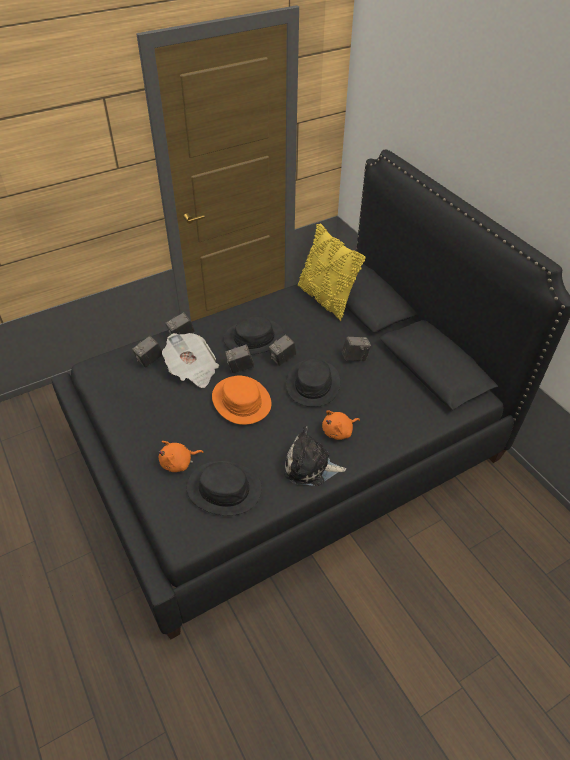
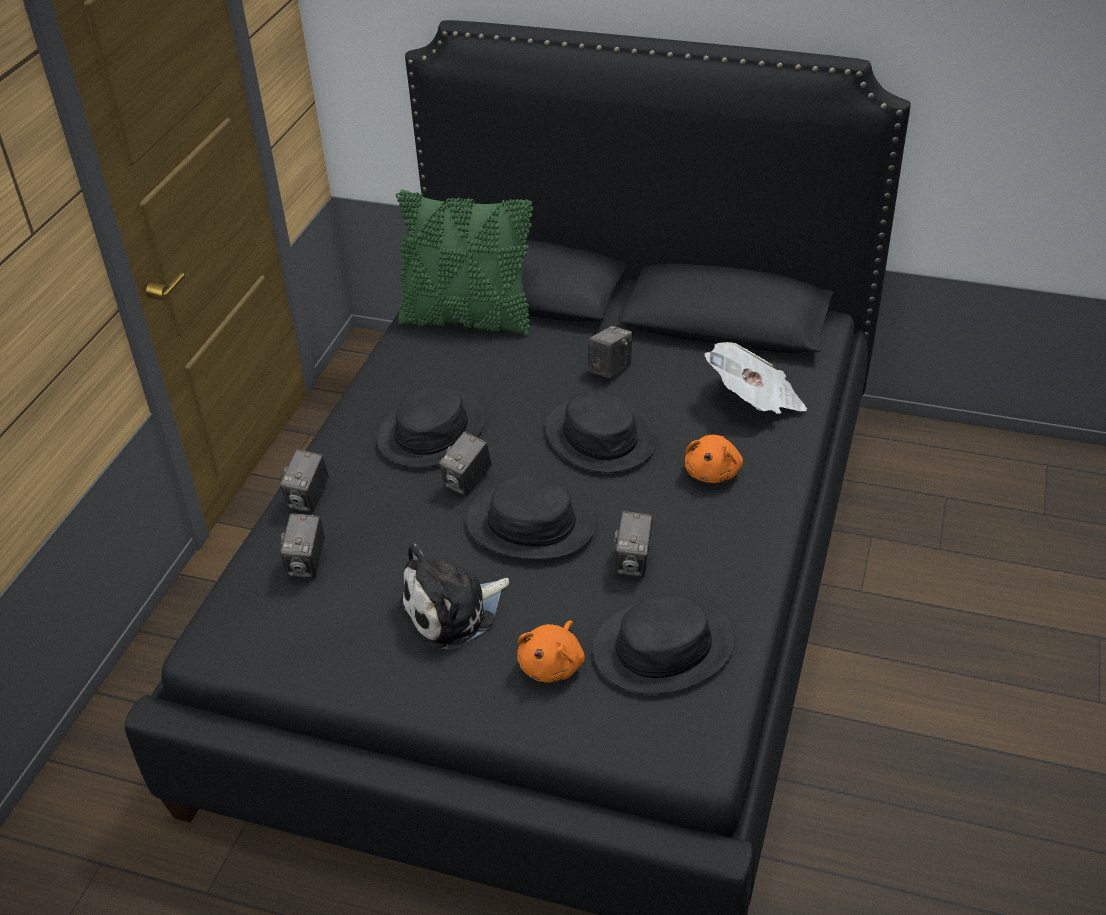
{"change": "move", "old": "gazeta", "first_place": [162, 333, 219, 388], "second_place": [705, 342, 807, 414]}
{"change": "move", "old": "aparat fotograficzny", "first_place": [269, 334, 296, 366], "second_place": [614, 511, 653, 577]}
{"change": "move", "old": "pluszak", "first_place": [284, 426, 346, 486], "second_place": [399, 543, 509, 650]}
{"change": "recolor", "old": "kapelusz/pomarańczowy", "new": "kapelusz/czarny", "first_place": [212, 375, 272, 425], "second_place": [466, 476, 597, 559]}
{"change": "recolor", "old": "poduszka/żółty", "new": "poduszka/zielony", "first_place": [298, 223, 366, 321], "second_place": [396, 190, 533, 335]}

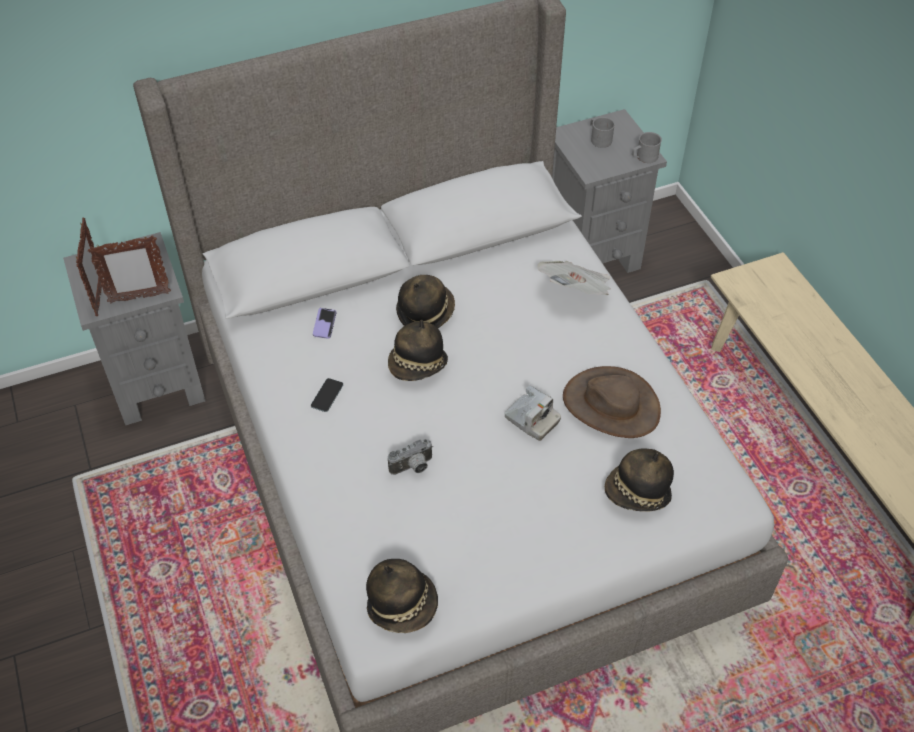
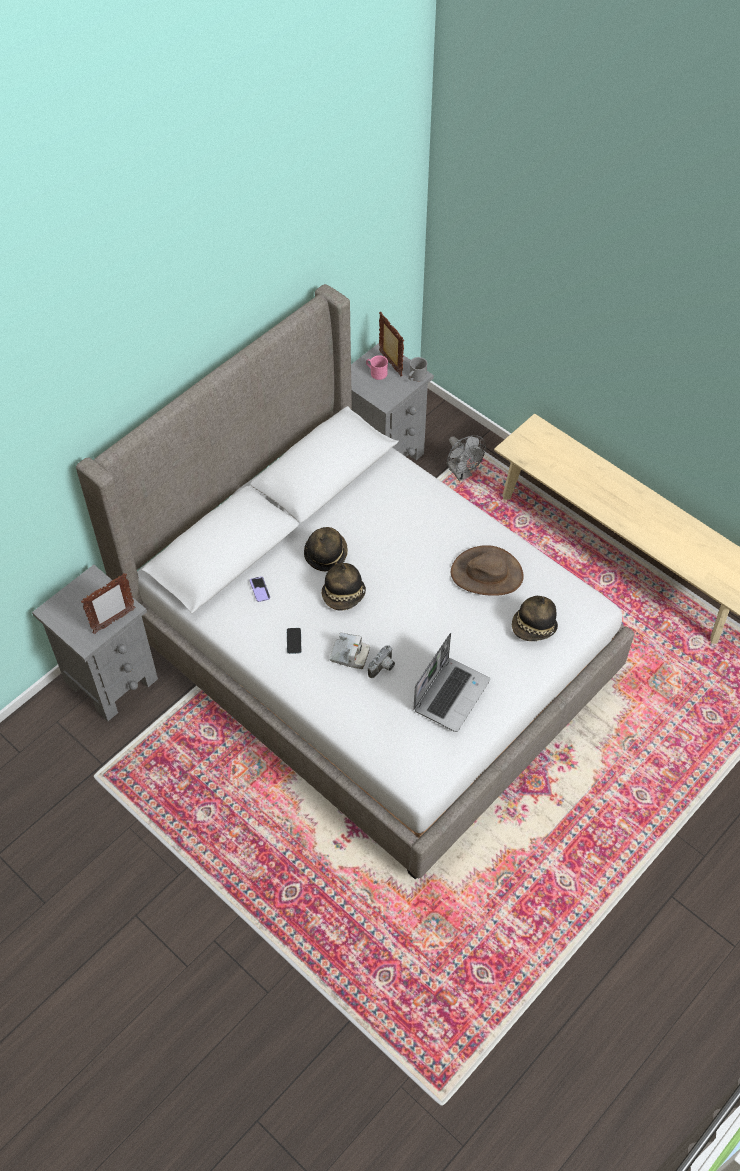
{"change": "delete", "old": "kapelusz", "first_place": [366, 559, 438, 633]}
{"change": "delete", "old": "gazeta", "first_place": [538, 261, 611, 295]}
{"change": "insert", "new": "laptop", "second_place": [413, 633, 490, 732]}
{"change": "insert", "new": "wentylator/szary", "second_place": [446, 435, 486, 481]}
{"change": "move", "old": "ramka na zdjęcie", "first_place": [76, 217, 102, 316], "second_place": [379, 312, 404, 376]}
{"change": "move", "old": "aparat fotograficzny", "first_place": [504, 385, 561, 441], "second_place": [330, 632, 370, 669]}
{"change": "recolor", "old": "kubek/szary", "new": "kubek/różowy", "first_place": [590, 117, 615, 148], "second_place": [366, 355, 388, 380]}

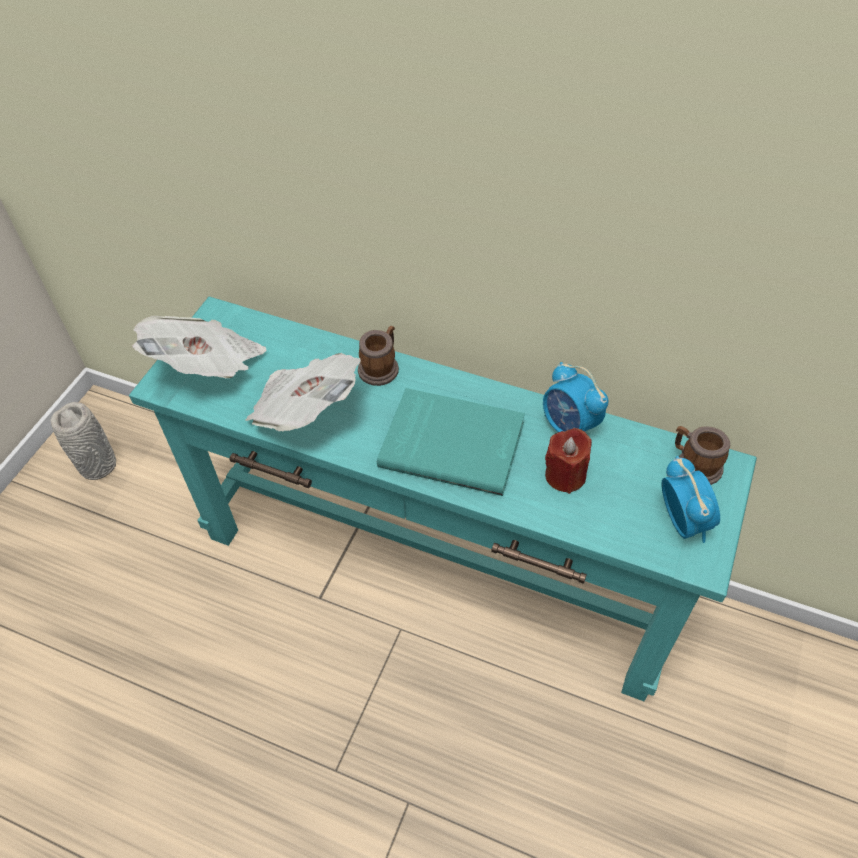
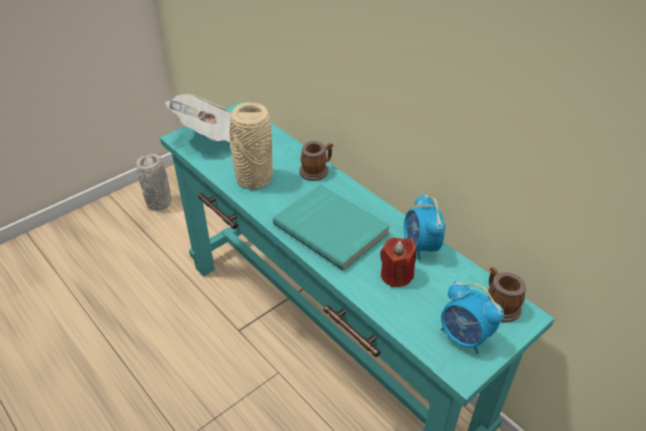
{"change": "replace", "old": "gazeta", "new": "wazon/beżowy", "first_place": [246, 353, 361, 431], "second_place": [230, 102, 273, 189]}
{"change": "rotate", "old": "budzik", "first_place": [662, 456, 720, 543], "second_place": [441, 281, 504, 354], "degrees": 120}

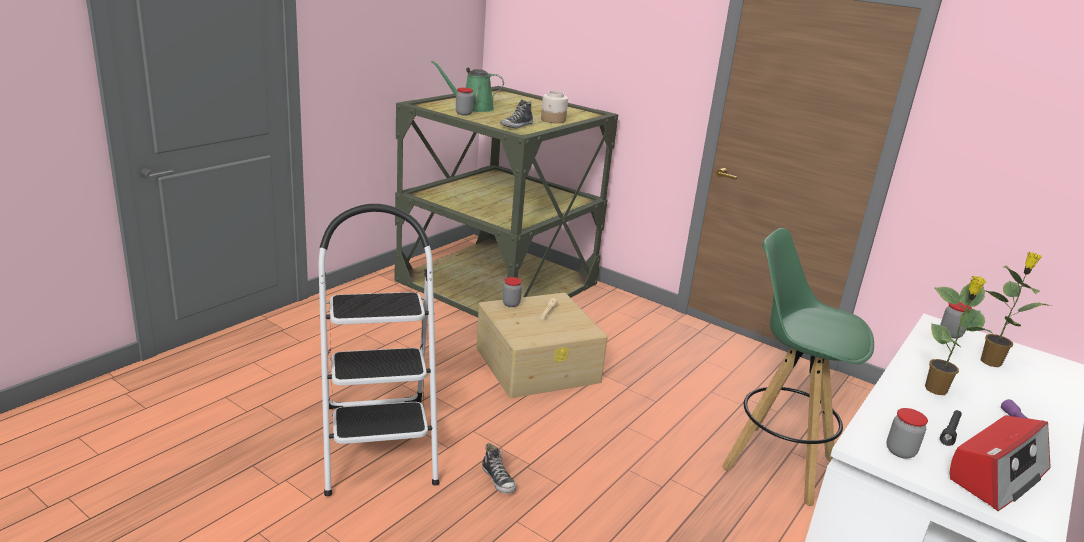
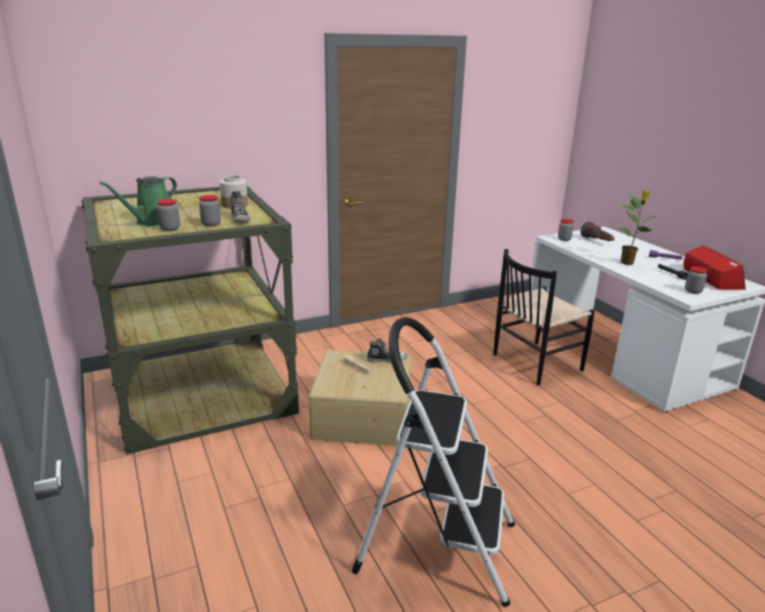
{"change": "move", "old": "but", "first_place": [482, 443, 516, 494], "second_place": [367, 339, 408, 363]}
{"change": "move", "old": "słoik", "first_place": [503, 277, 522, 307], "second_place": [199, 195, 221, 226]}
{"change": "replace", "old": "stołek/zielony", "new": "krzesło/czarny", "first_place": [722, 228, 874, 506], "second_place": [493, 249, 595, 385]}
{"change": "replace", "old": "roślina doniczkowa", "new": "latarka", "first_place": [981, 252, 1052, 367], "second_place": [581, 221, 615, 241]}

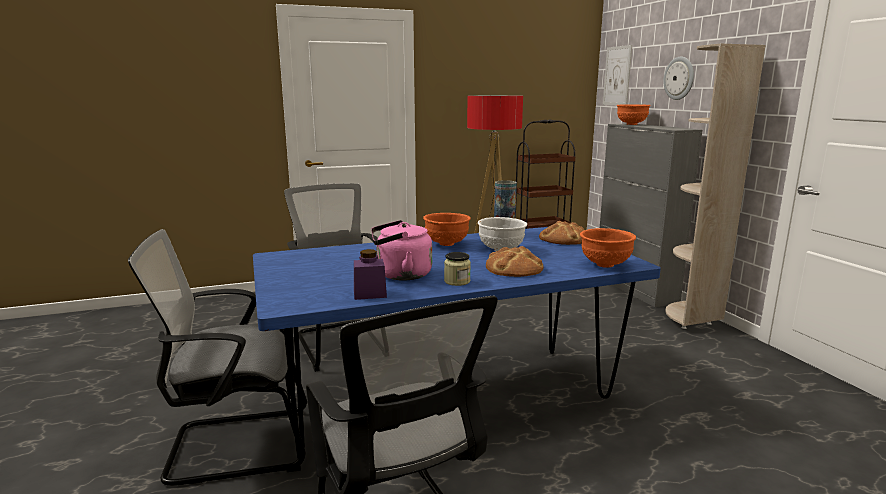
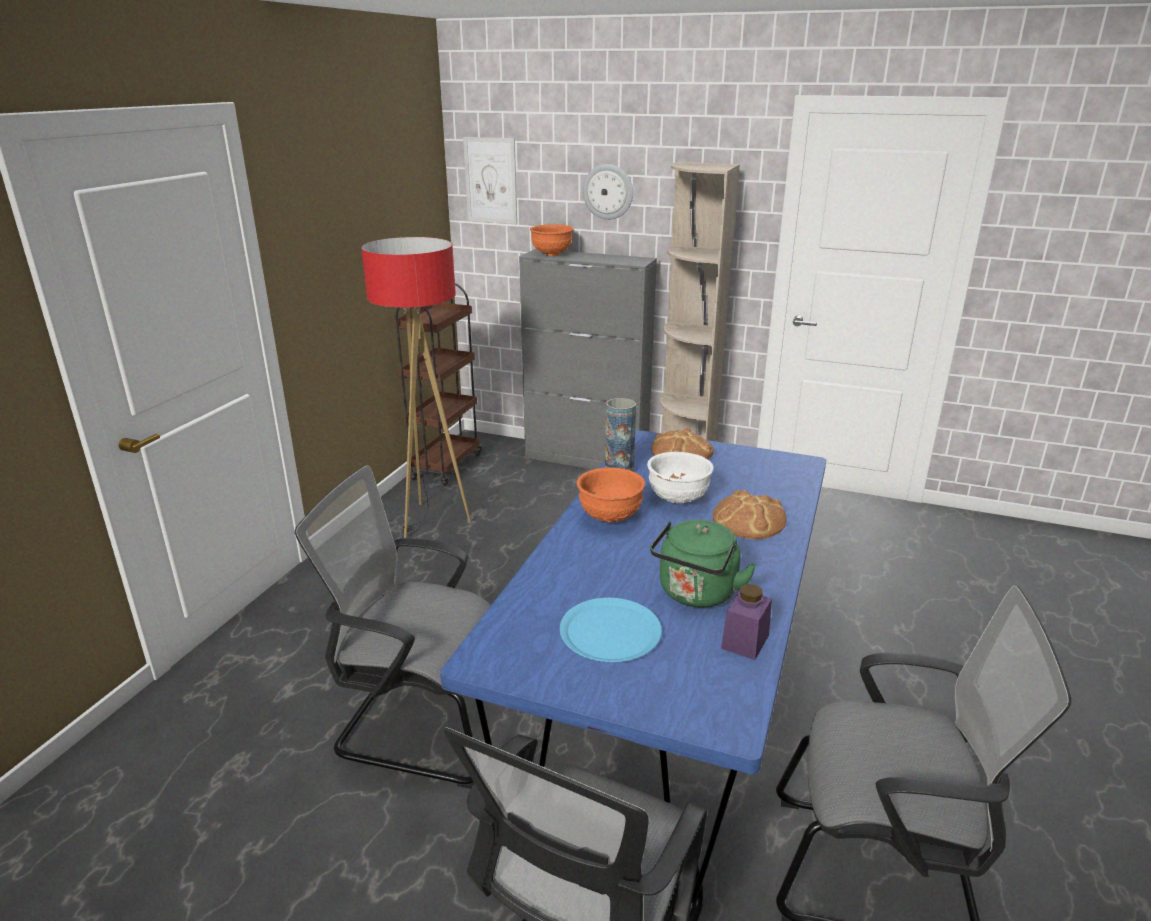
{"change": "delete", "old": "słoik", "first_place": [444, 252, 471, 286]}
{"change": "delete", "old": "miska/pomarańczowy", "first_place": [580, 228, 636, 268]}
{"change": "insert", "new": "talerz/niebieski", "second_place": [560, 598, 662, 662]}
{"change": "recolor", "old": "czajnik/różowy", "new": "czajnik/zielony", "first_place": [371, 220, 432, 280], "second_place": [650, 520, 756, 607]}

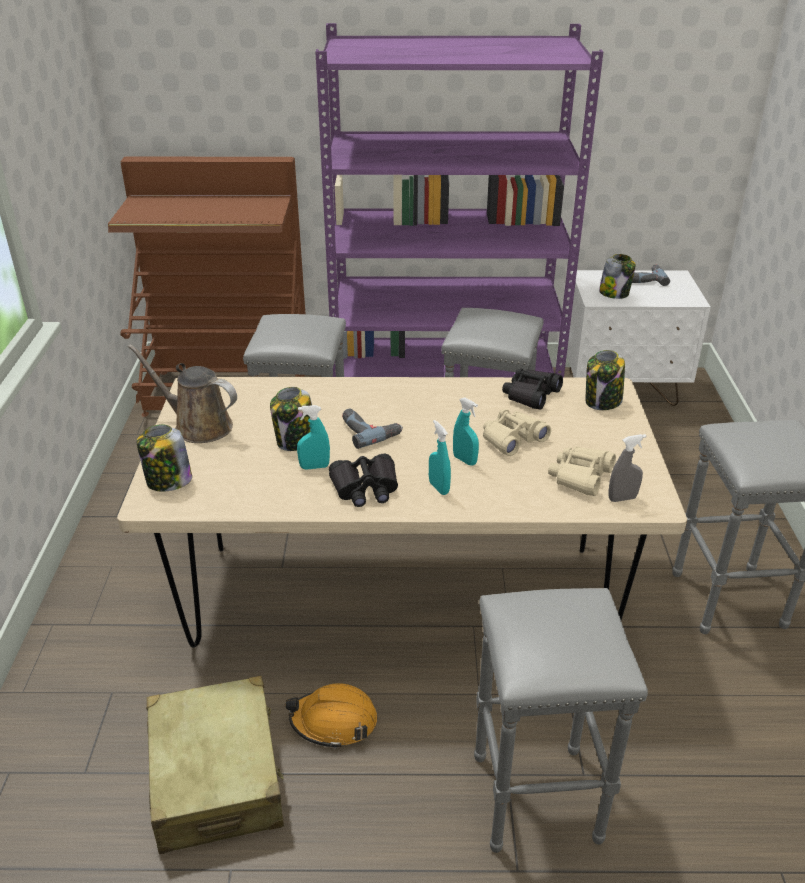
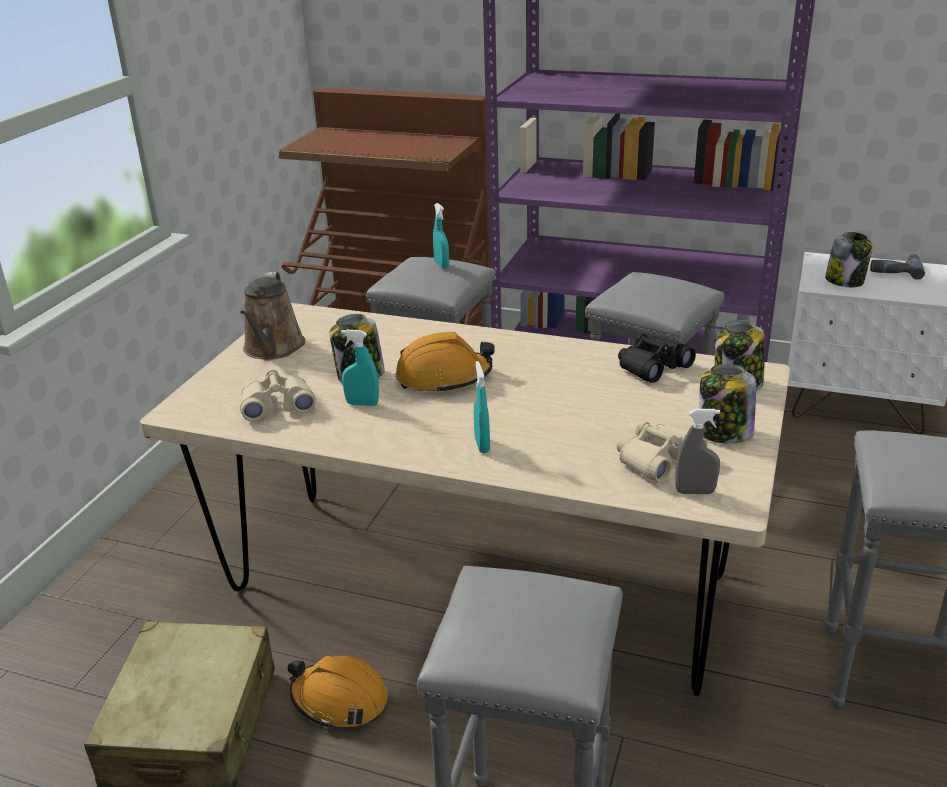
{"change": "delete", "old": "lornetka/czarny", "first_place": [329, 454, 398, 507]}
{"change": "move", "old": "słoik", "first_place": [137, 424, 192, 492], "second_place": [699, 364, 756, 444]}
{"change": "move", "old": "spryskiwacz/turkusowy", "first_place": [453, 397, 479, 465], "second_place": [433, 203, 449, 268]}
{"change": "move", "old": "lornetka/beżowy", "first_place": [483, 409, 551, 456], "second_place": [240, 369, 316, 422]}
{"change": "replace", "old": "wiertarka", "new": "kask/pomarańczowy", "first_place": [342, 409, 403, 449], "second_place": [396, 332, 495, 394]}
{"change": "rotate", "old": "konewka/brązowy", "first_place": [128, 344, 237, 443], "second_place": [240, 271, 305, 360], "degrees": -135}

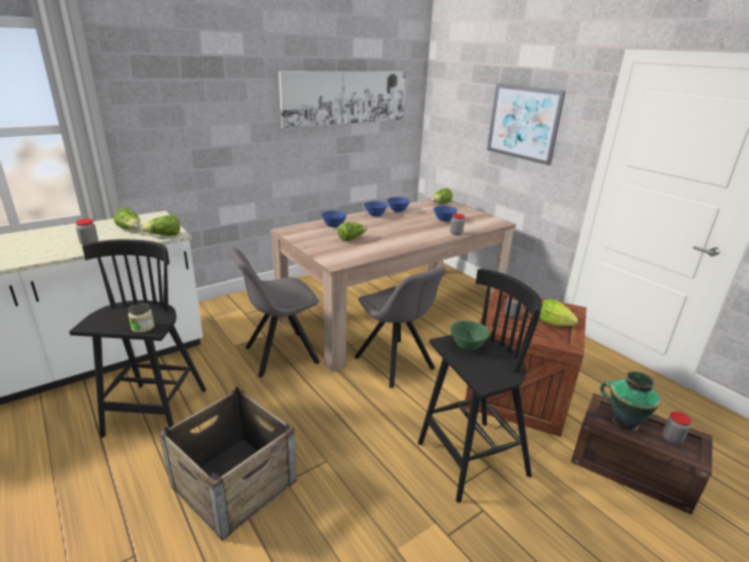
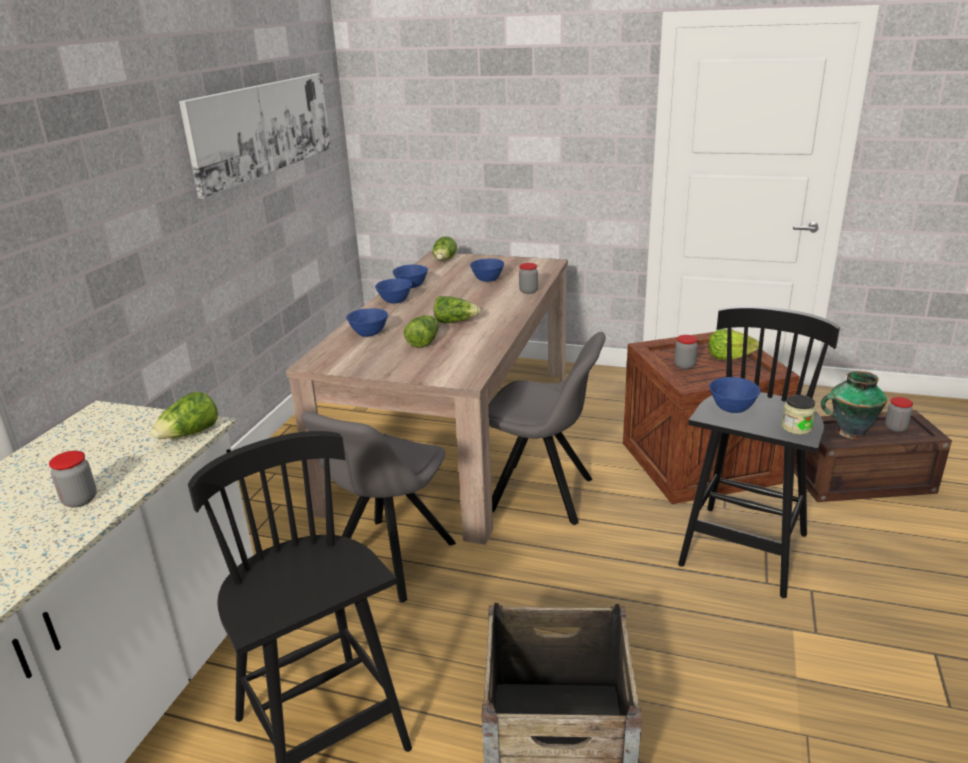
{"change": "delete", "old": "obraz", "first_place": [487, 84, 566, 166]}
{"change": "move", "old": "sałata", "first_place": [114, 208, 140, 229], "second_place": [434, 296, 481, 323]}
{"change": "move", "old": "słoik", "first_place": [128, 303, 154, 333], "second_place": [781, 395, 816, 435]}
{"change": "recolor", "old": "miska/zielony", "new": "miska/niebieski", "first_place": [450, 321, 489, 350], "second_place": [709, 377, 760, 413]}

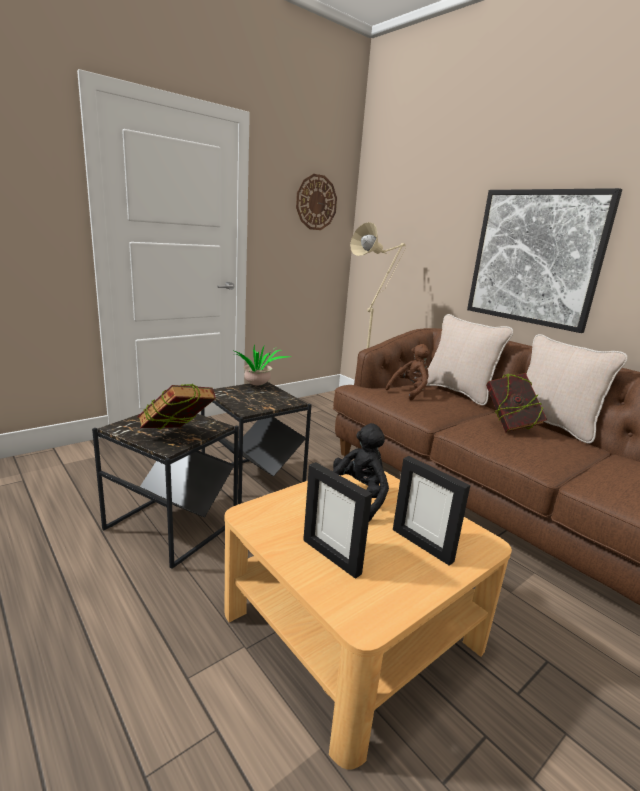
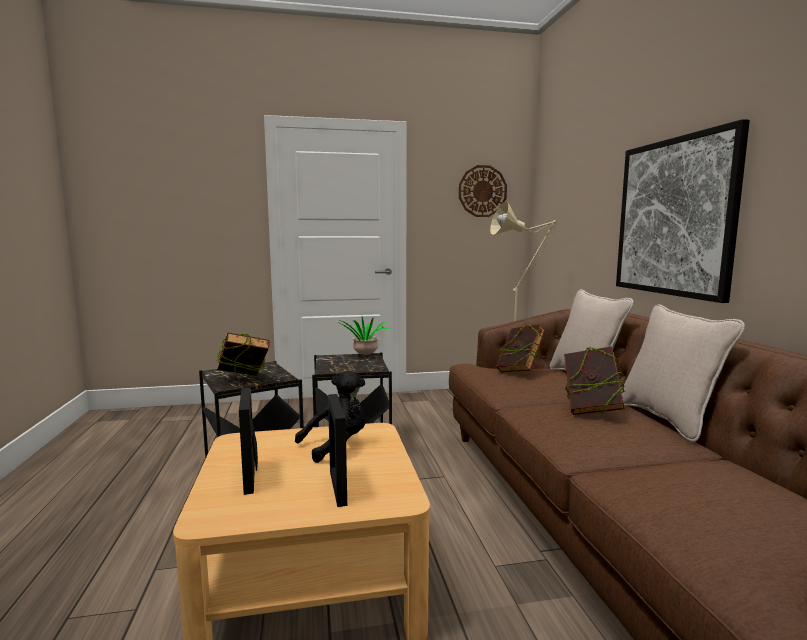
{"change": "replace", "old": "pluszak/brązowy", "new": "książka", "first_place": [385, 344, 431, 400], "second_place": [496, 324, 545, 373]}

